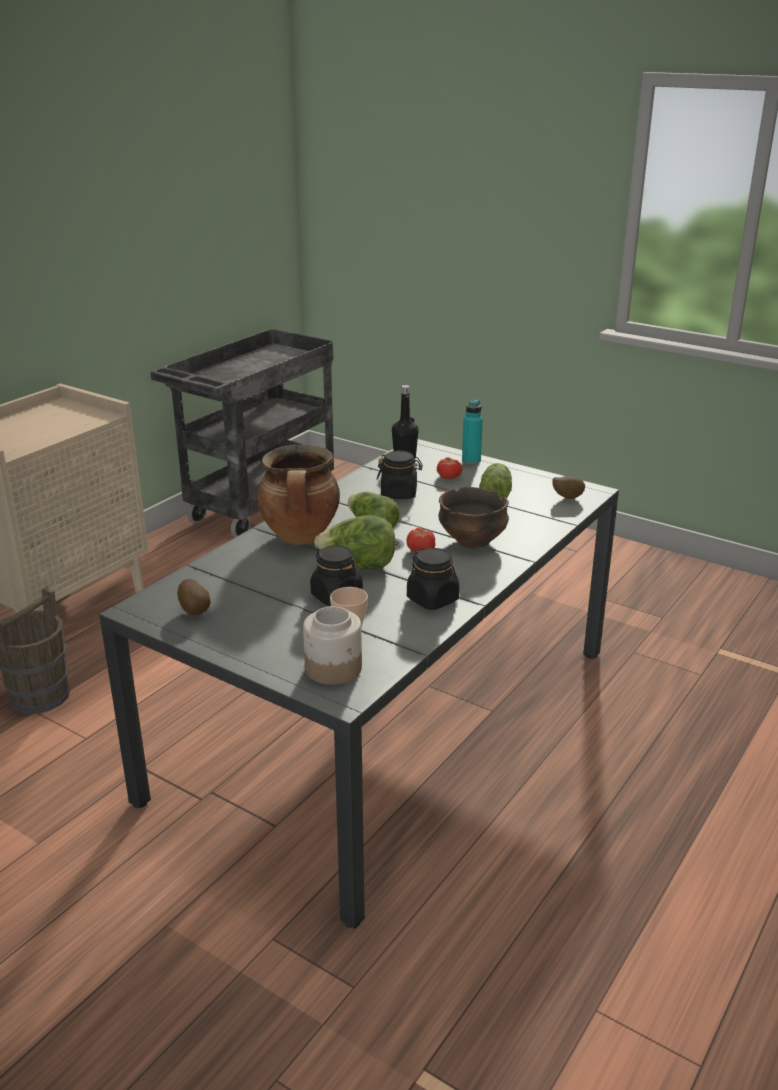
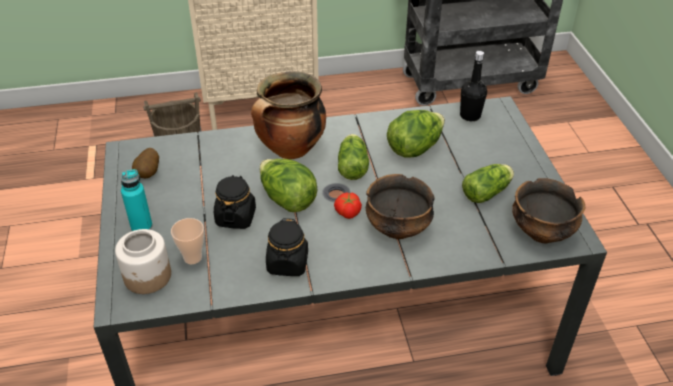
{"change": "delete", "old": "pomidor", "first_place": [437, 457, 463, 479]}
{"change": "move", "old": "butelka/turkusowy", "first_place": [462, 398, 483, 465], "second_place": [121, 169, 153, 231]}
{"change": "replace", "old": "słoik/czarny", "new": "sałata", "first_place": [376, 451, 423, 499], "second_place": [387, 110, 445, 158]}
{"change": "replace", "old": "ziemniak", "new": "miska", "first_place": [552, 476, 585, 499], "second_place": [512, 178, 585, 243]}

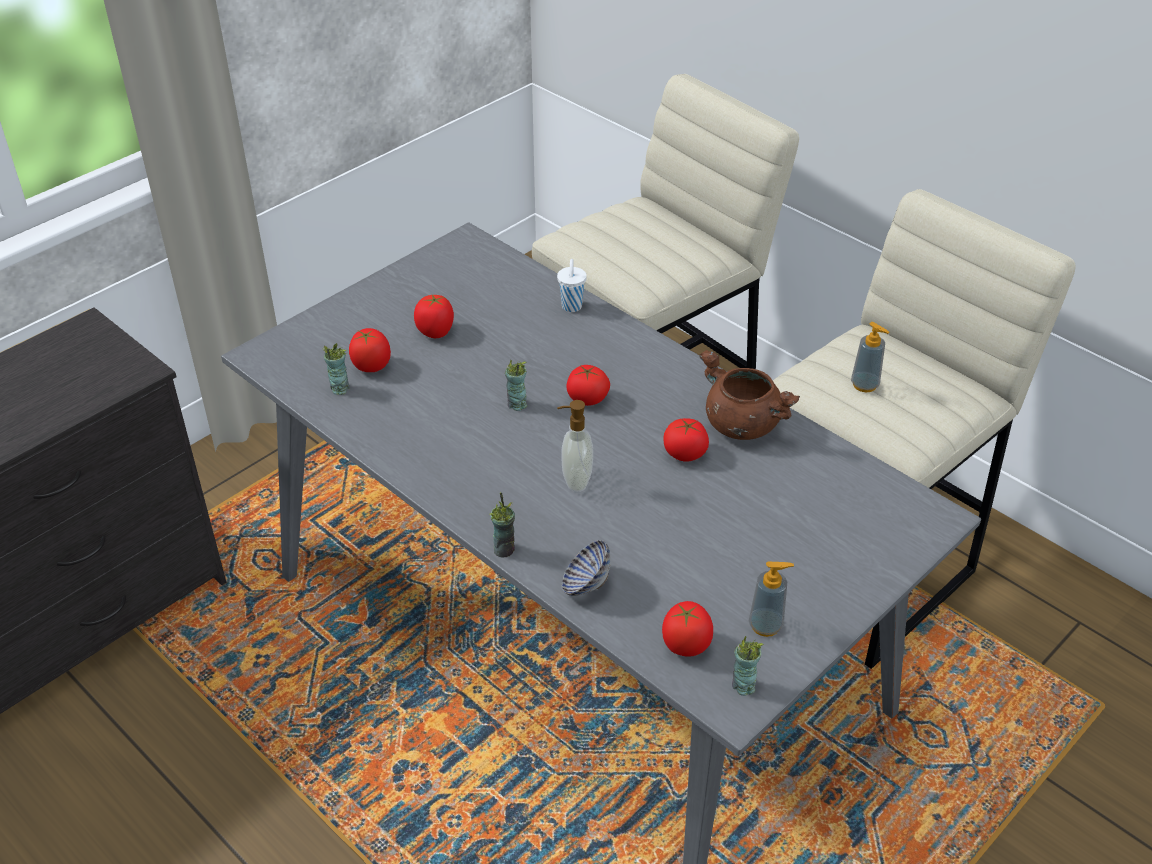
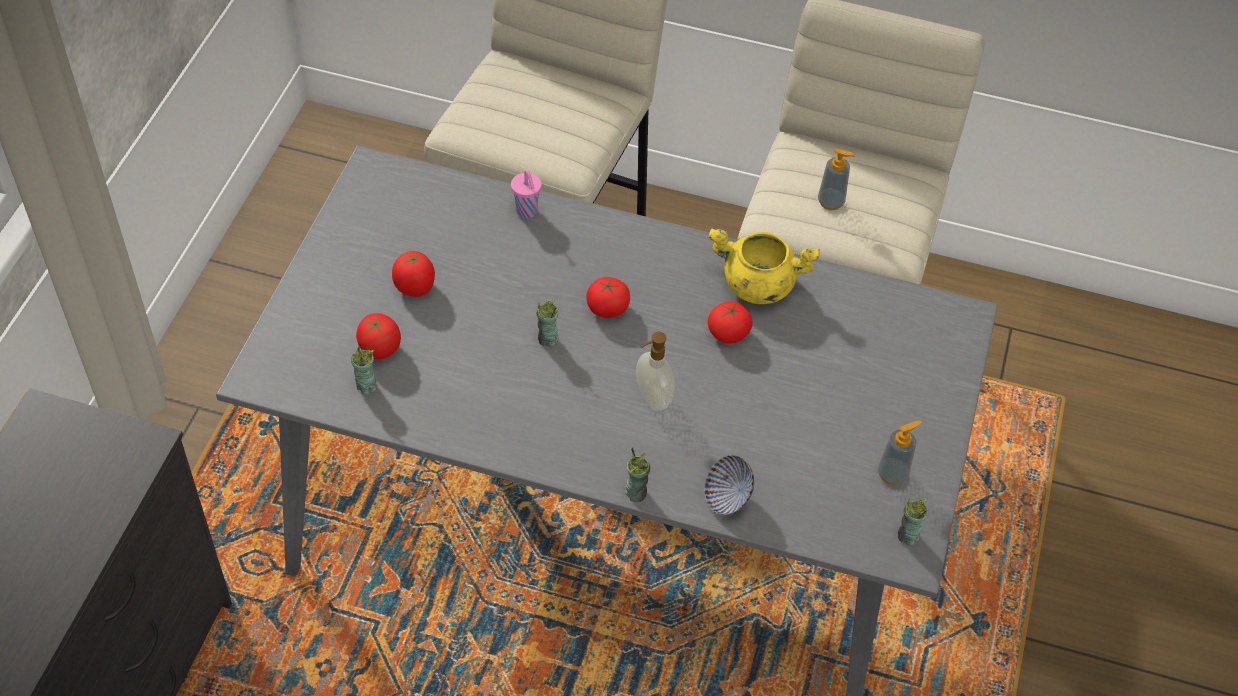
{"change": "delete", "old": "pomidor", "first_place": [662, 601, 713, 657]}
{"change": "recolor", "old": "filiżanka/biały", "new": "filiżanka/różowy", "first_place": [557, 259, 587, 312], "second_place": [511, 169, 542, 219]}
{"change": "recolor", "old": "garnek/brązowy", "new": "garnek/żółty", "first_place": [699, 350, 800, 440], "second_place": [709, 228, 820, 304]}

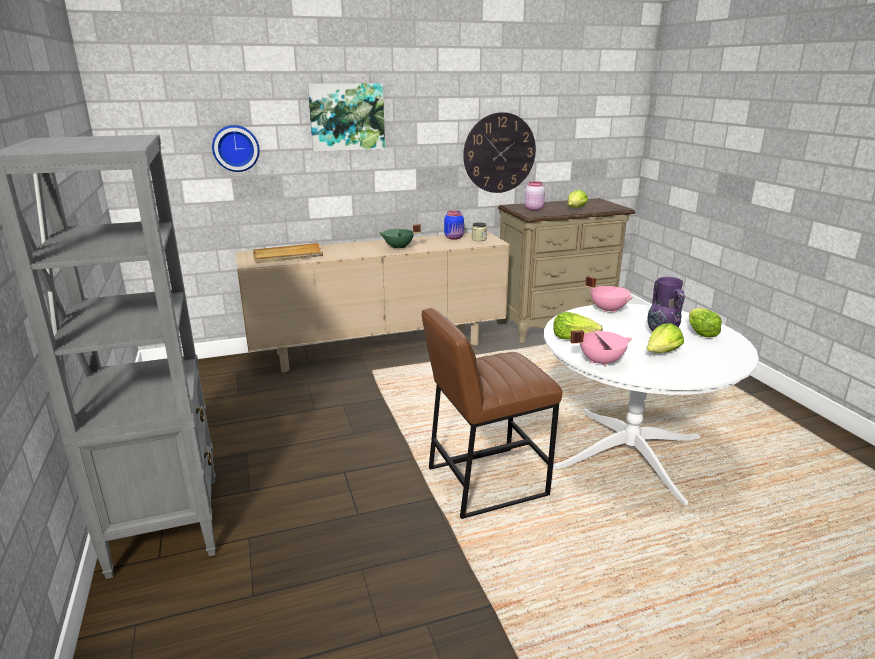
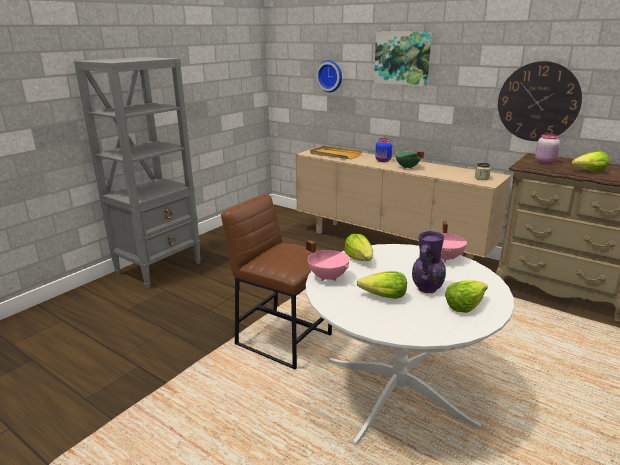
{"change": "move", "old": "słoik/niebieski", "first_place": [444, 210, 464, 240], "second_place": [375, 138, 392, 162]}

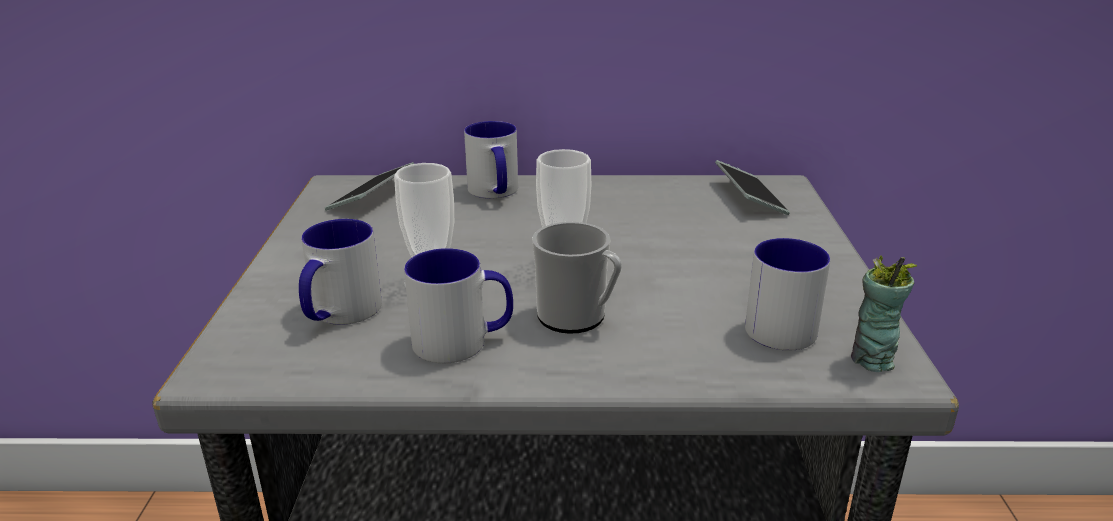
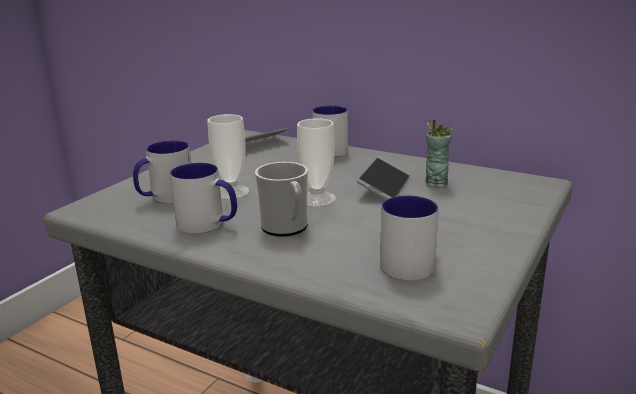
{"change": "move", "old": "telefon", "first_place": [715, 160, 790, 215], "second_place": [357, 156, 411, 200]}
{"change": "move", "old": "filiżanka", "first_place": [851, 255, 917, 372], "second_place": [426, 119, 454, 188]}

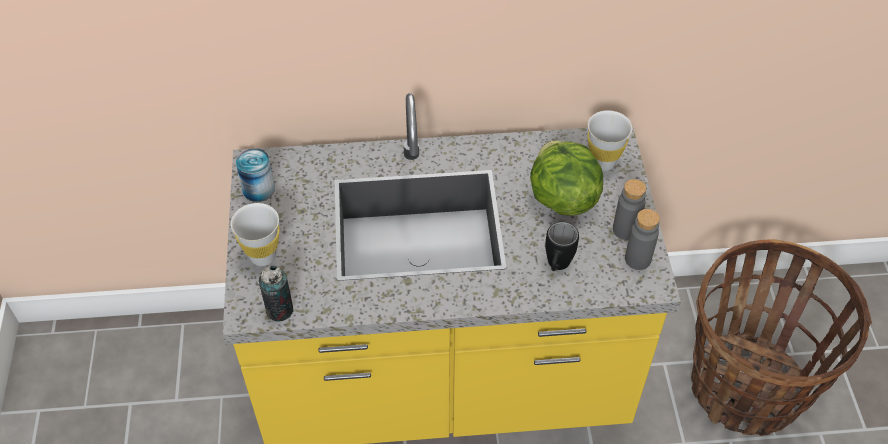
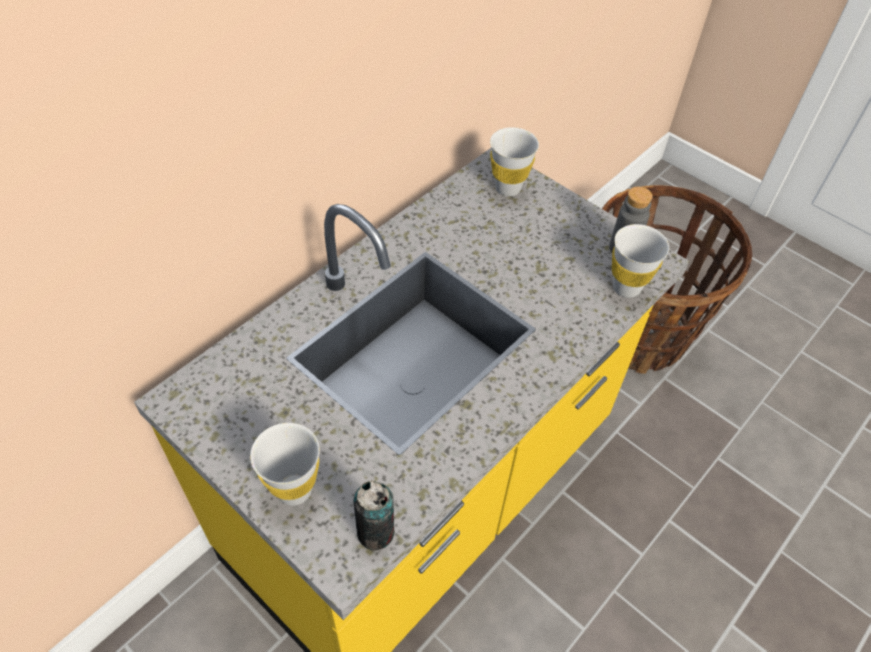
{"change": "delete", "old": "puszka", "first_place": [236, 149, 275, 202]}
{"change": "delete", "old": "sałata", "first_place": [530, 140, 603, 215]}
{"change": "delete", "old": "kubek/czarny", "first_place": [545, 222, 579, 271]}
{"change": "delete", "old": "butelka/szary", "first_place": [613, 179, 646, 240]}
{"change": "insert", "new": "filiżanka/biały", "second_place": [612, 224, 669, 298]}

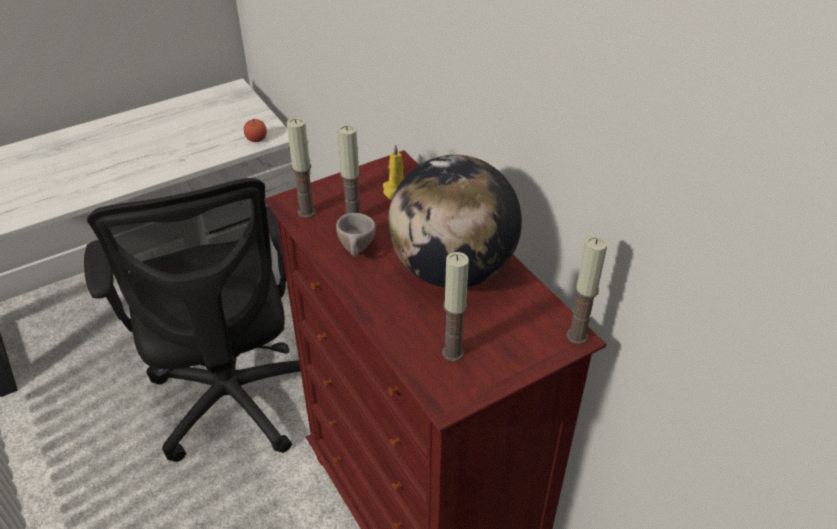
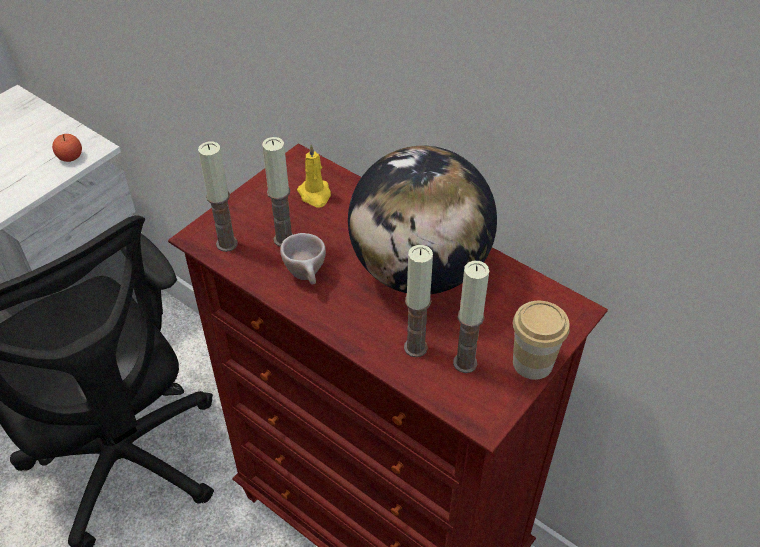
{"change": "insert", "new": "filiżanka", "second_place": [513, 301, 570, 380]}
{"change": "move", "old": "świeca", "first_place": [567, 236, 607, 344], "second_place": [404, 245, 433, 357]}

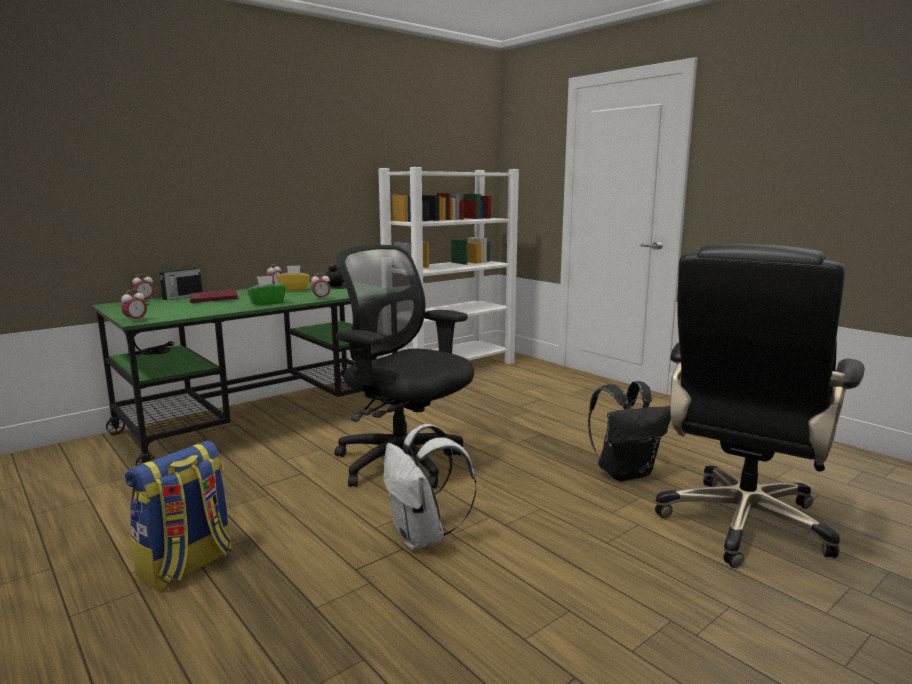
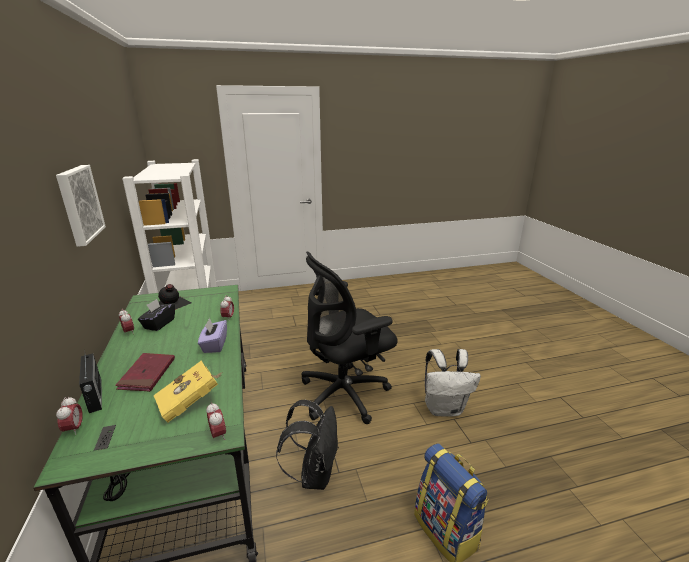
{"change": "delete", "old": "krzesło biurowe/czarny", "first_place": [655, 244, 865, 568]}
{"change": "insert", "new": "obraz", "second_place": [56, 165, 106, 247]}
{"change": "insert", "new": "książka/żółty", "second_place": [153, 361, 223, 422]}
{"change": "move", "old": "plecak/czarny", "first_place": [588, 381, 671, 481], "second_place": [276, 400, 338, 490]}
{"change": "recolor", "old": "pudełko chusteczek/zielony", "new": "pudełko chusteczek/fioletowy", "first_place": [247, 276, 286, 305], "second_place": [198, 318, 227, 353]}
{"change": "recolor", "old": "pudełko chusteczek/żółty", "new": "pudełko chusteczek/czarny", "first_place": [277, 265, 310, 291], "second_place": [138, 299, 175, 331]}

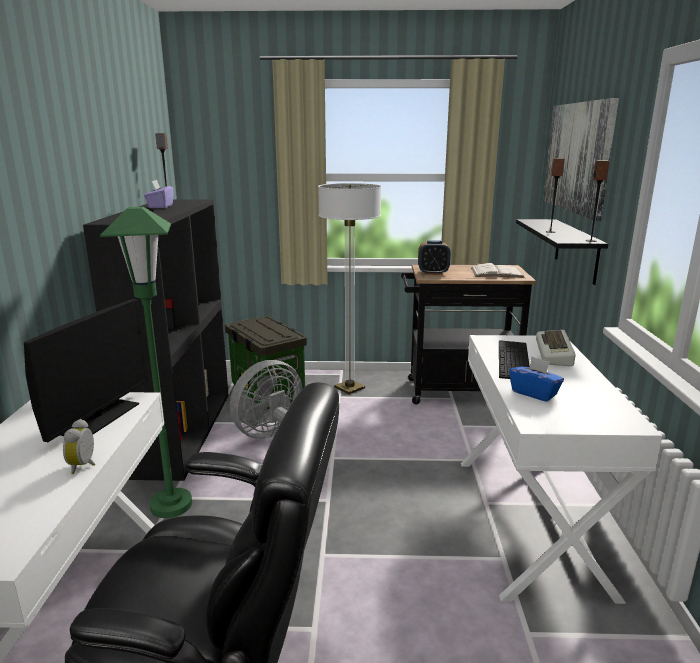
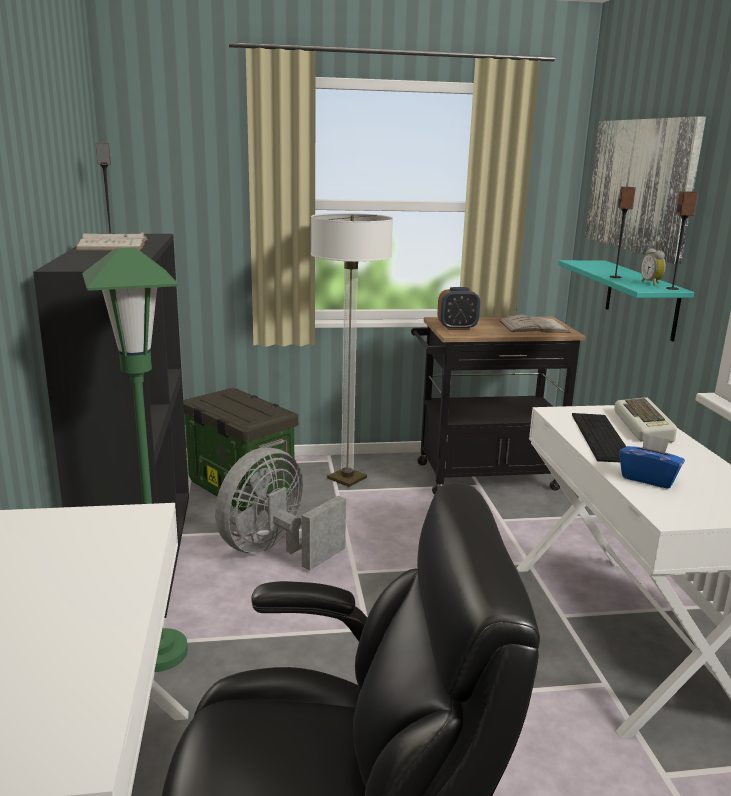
{"change": "delete", "old": "monitor", "first_place": [24, 299, 149, 442]}
{"change": "move", "old": "budzik", "first_place": [63, 419, 95, 474], "second_place": [641, 248, 666, 286]}
{"change": "replace", "old": "pudełko chusteczek/fioletowy", "new": "książka/biały", "first_place": [144, 180, 174, 208], "second_place": [76, 231, 148, 251]}
{"change": "recolor", "old": "półka/czarny", "new": "półka/turkusowy", "first_place": [516, 219, 608, 285], "second_place": [558, 260, 694, 342]}

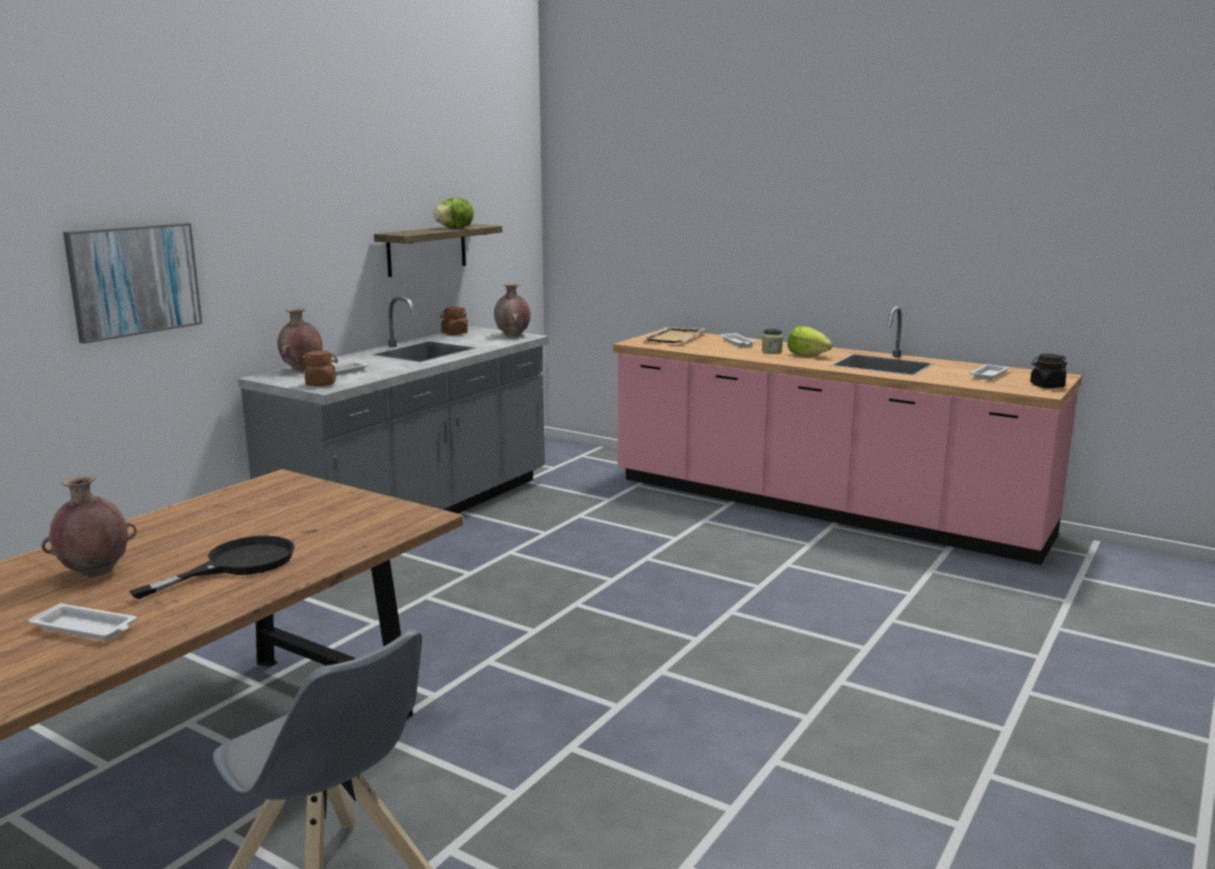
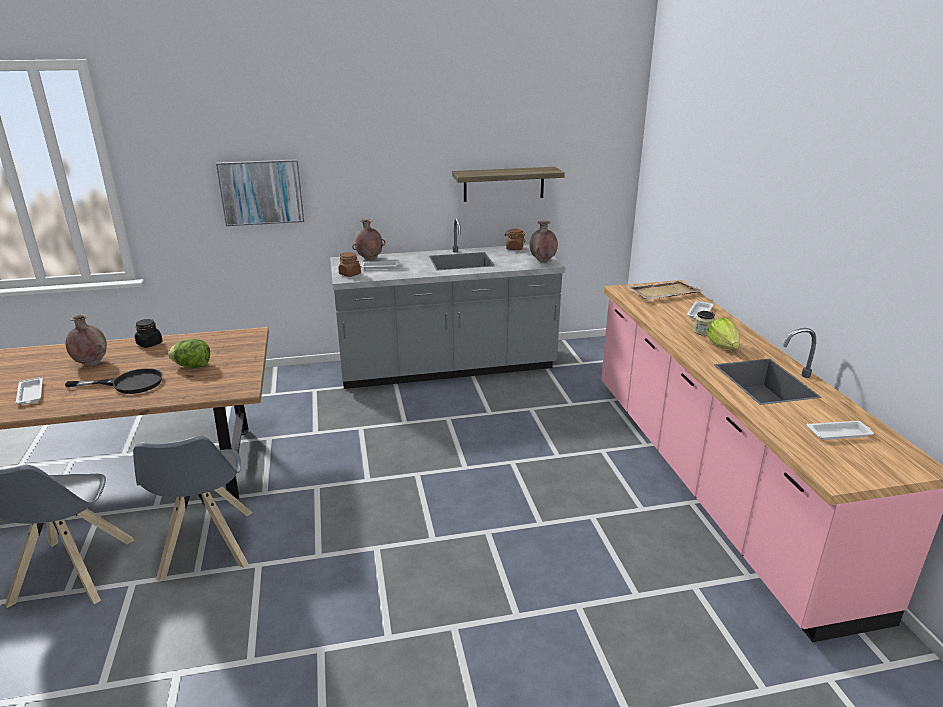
{"change": "insert", "new": "krzesło/szary", "second_place": [133, 435, 253, 582]}
{"change": "move", "old": "sałata", "first_place": [433, 198, 474, 229], "second_place": [168, 339, 210, 368]}
{"change": "move", "old": "słoik/czarny", "first_place": [1030, 354, 1067, 388], "second_place": [135, 319, 163, 348]}

